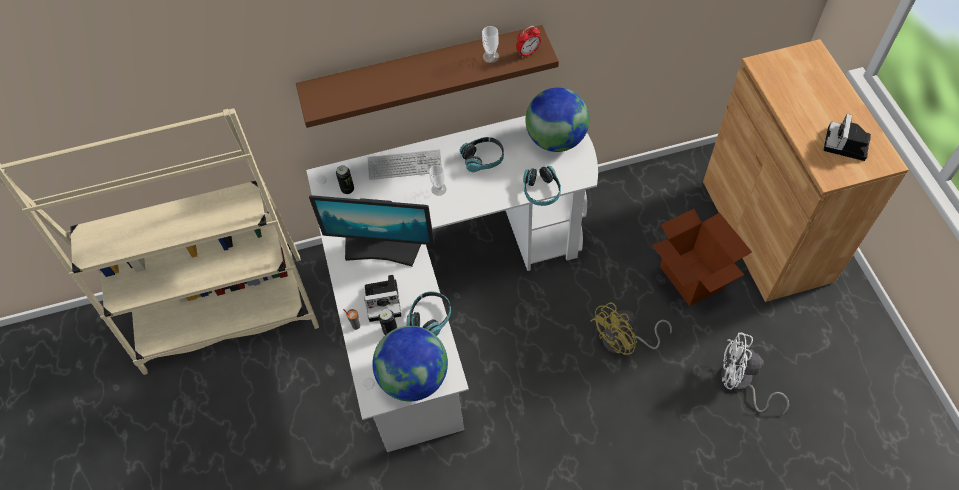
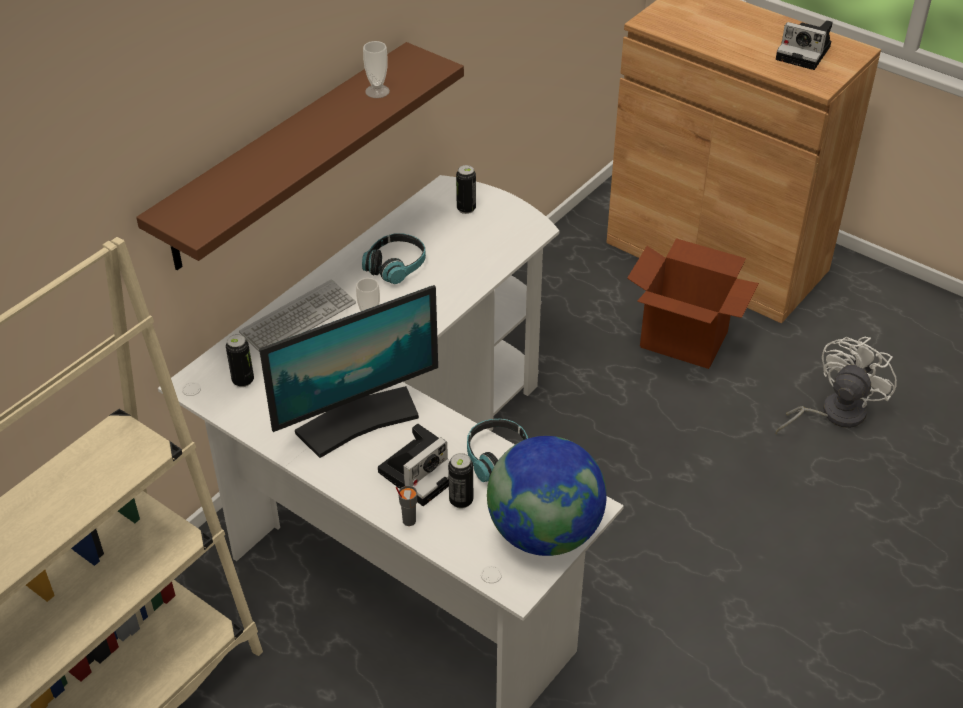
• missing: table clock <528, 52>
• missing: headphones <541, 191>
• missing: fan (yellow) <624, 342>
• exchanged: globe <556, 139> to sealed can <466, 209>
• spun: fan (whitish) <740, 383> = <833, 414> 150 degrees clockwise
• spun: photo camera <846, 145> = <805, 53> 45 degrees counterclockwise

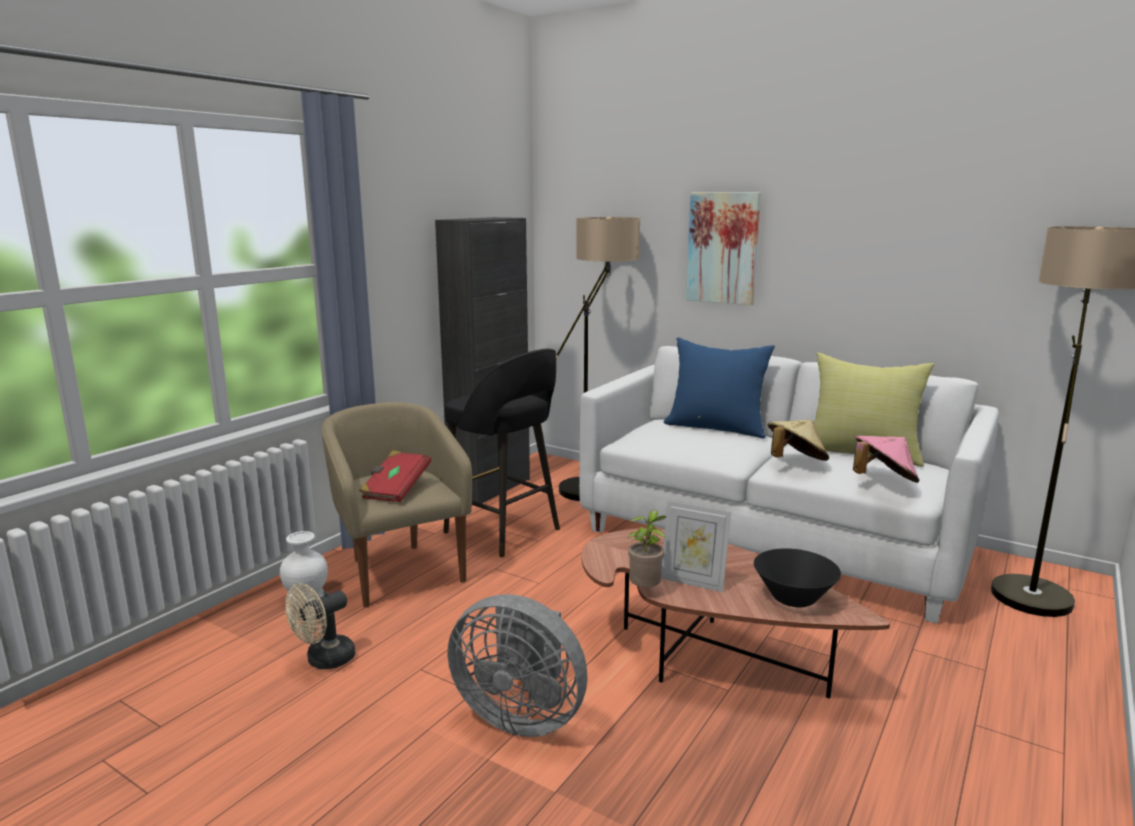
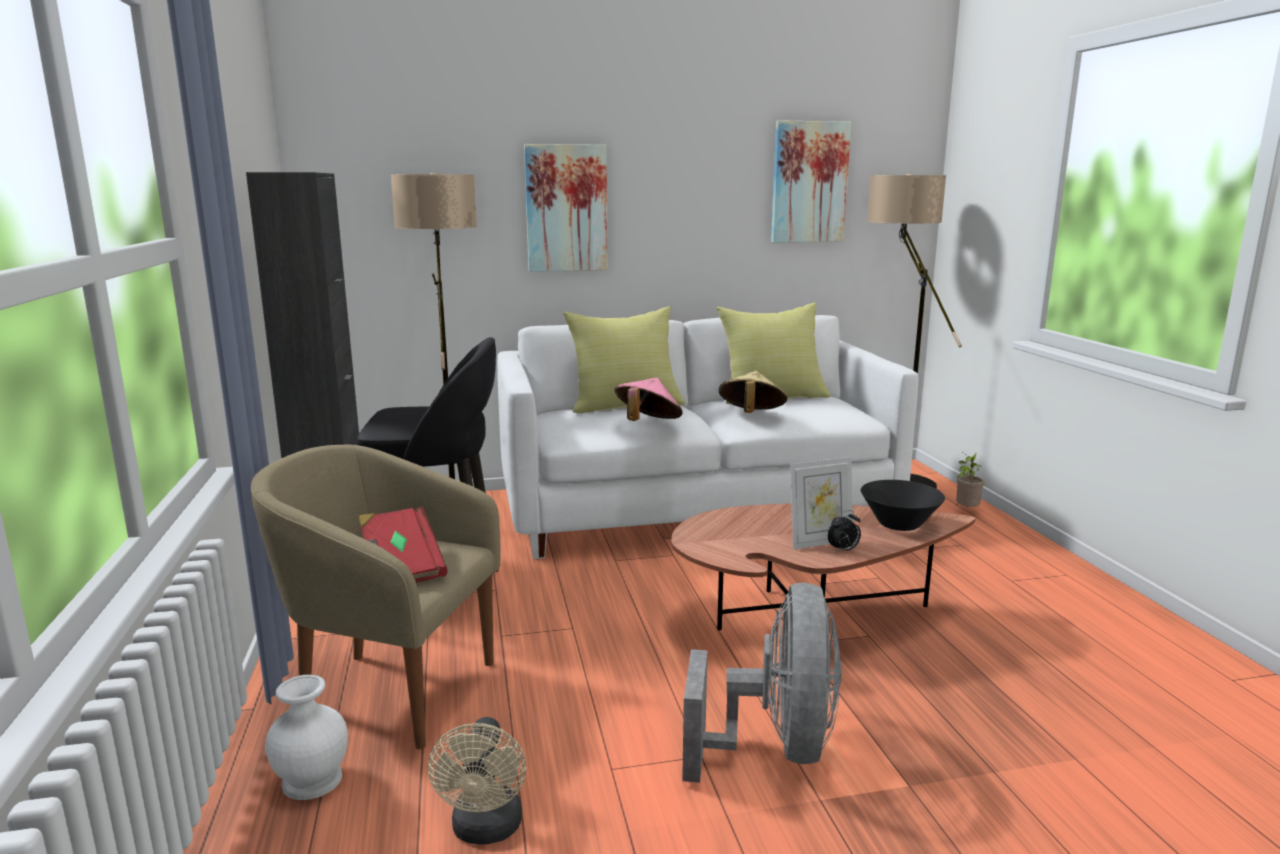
• appeared: wall art <809, 182>
• appeared: table clock <843, 550>
• relocated: plant in a pot <646, 591> to <966, 511>
• relocated: clothing hat (pink) <883, 480> to <647, 424>
• colour: throw pillow (blue) <716, 427> to throw pillow (yellow) <625, 405>
• spun: fan (greyish) <521, 715> = <775, 747> 60 degrees counterclockwise

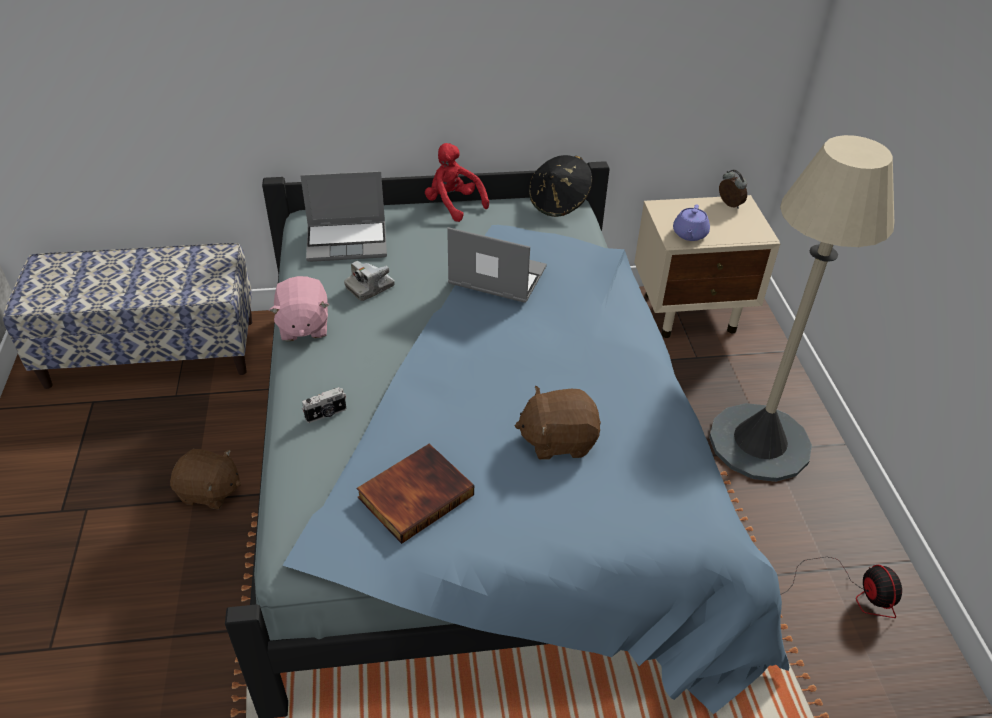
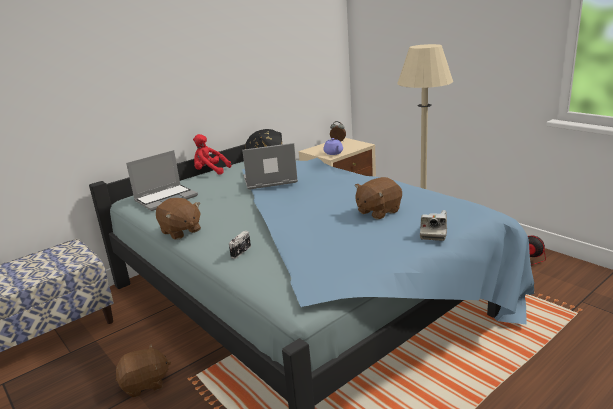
• missing: volume <415, 494>
• relocated: photo camera <370, 287> to <433, 233>
• colour: plush toy (pink) <303, 326> to plush toy (brown) <180, 231>

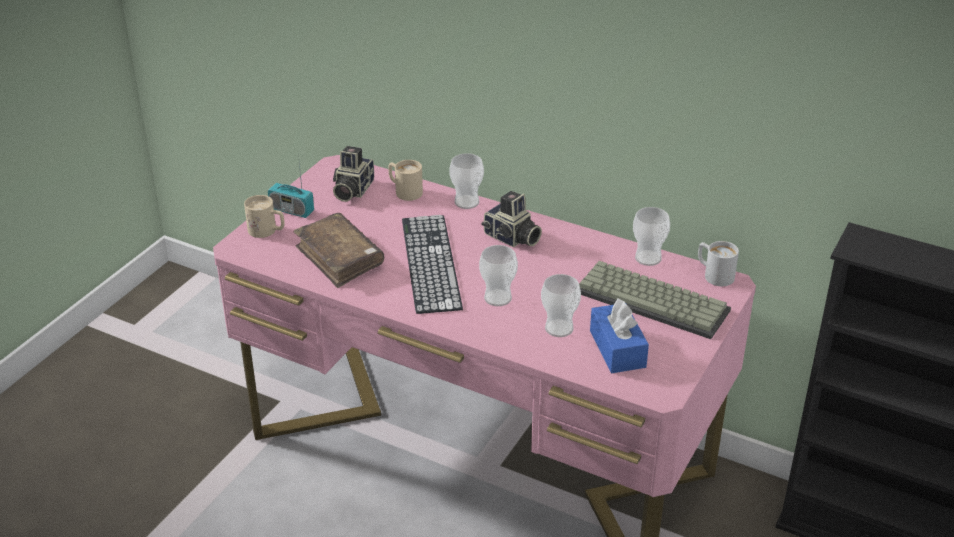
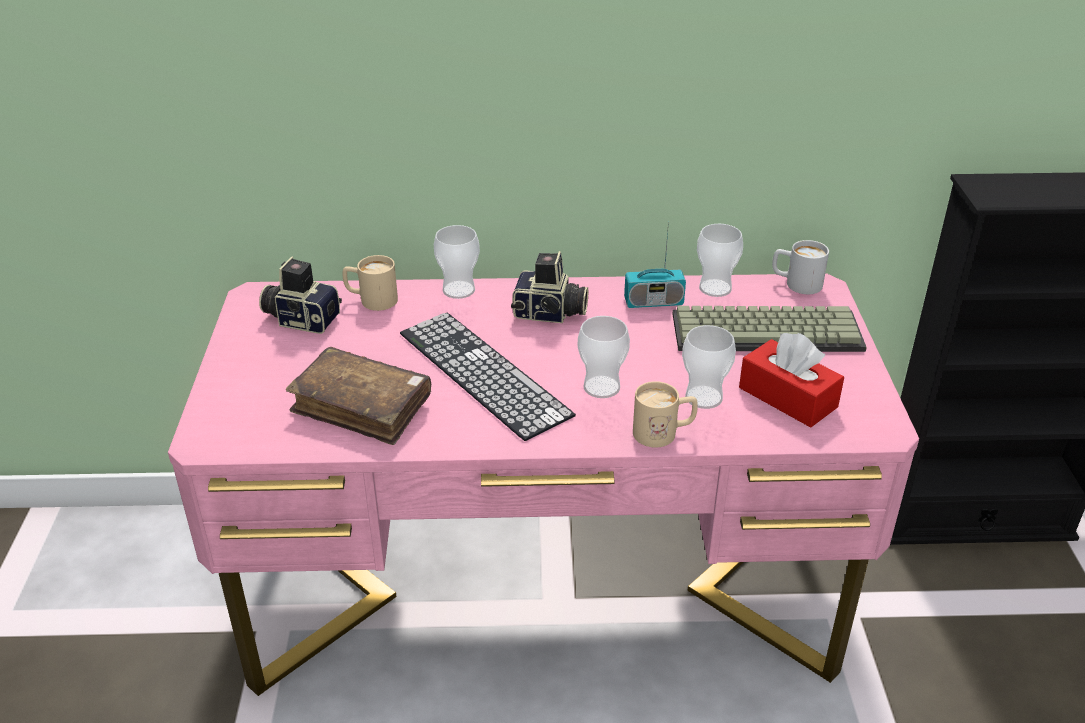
• relocated: tea mug (beige-coloured) <267, 231> to <664, 433>
• relocated: radio receiver <291, 210> to <653, 302>
• colour: tissue holder (blue) <617, 349> to tissue holder (red-coloured) <787, 397>
• spun: photo camera <351, 190> = <302, 318> 120 degrees clockwise

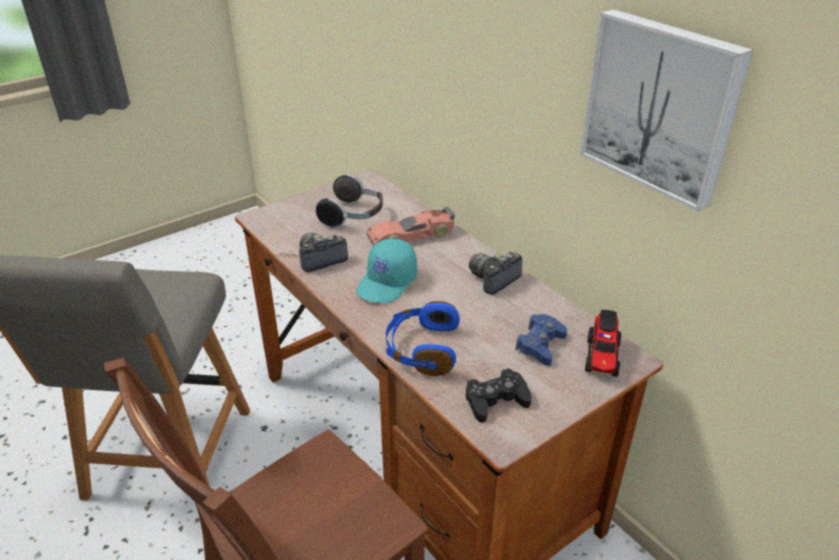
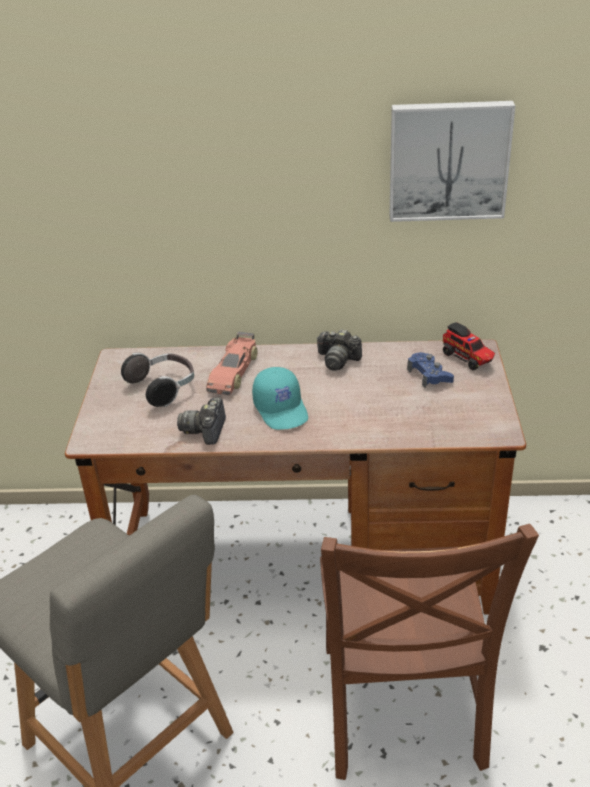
• missing: headphones (blue) <421, 349>
• missing: joypad (black-coloured) <496, 401>
• spun: photo camera <494, 280> = <338, 360> 60 degrees counterclockwise

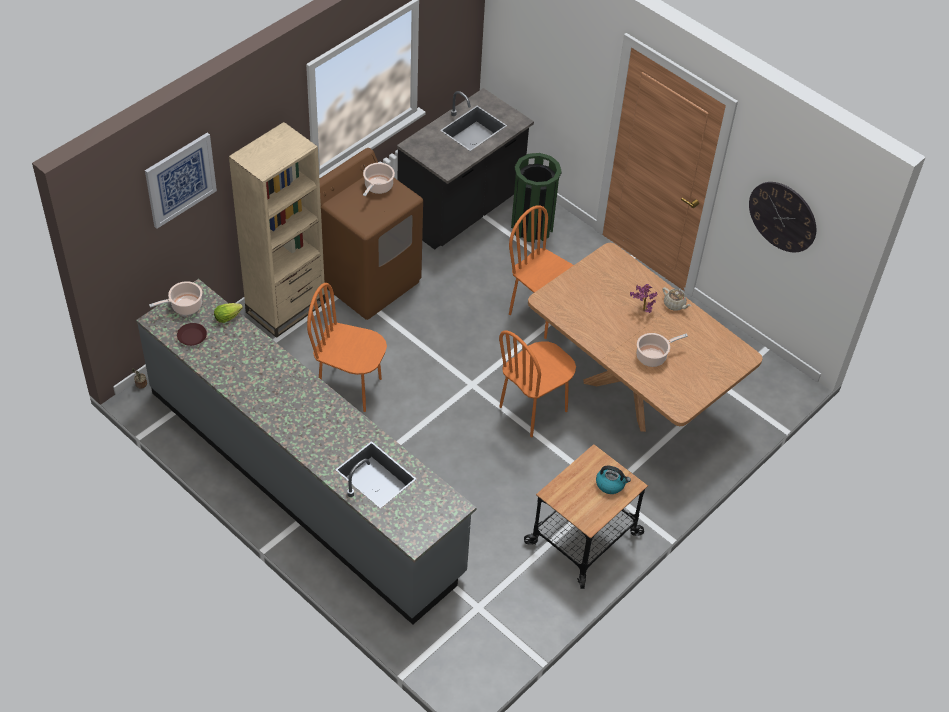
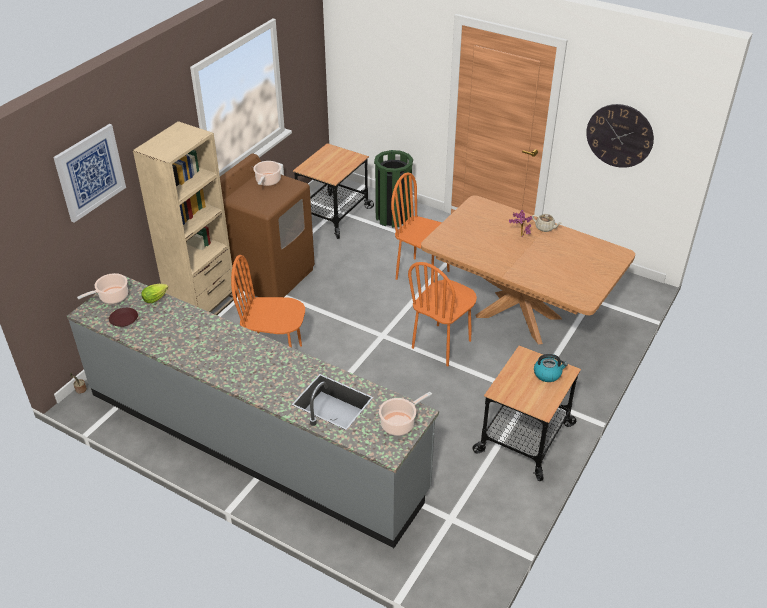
• relocated: saucepot <653, 356> to <399, 423>
• exchanged: kitchen base unit (black-coloured) <462, 210> to cart <333, 215>

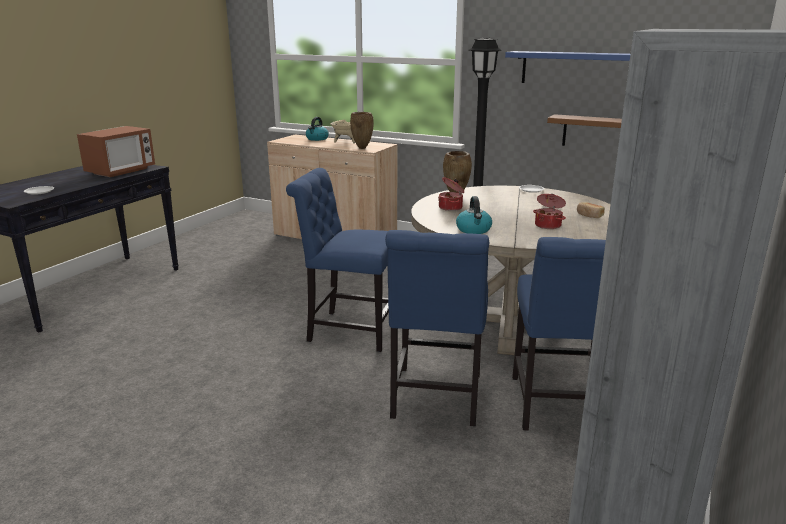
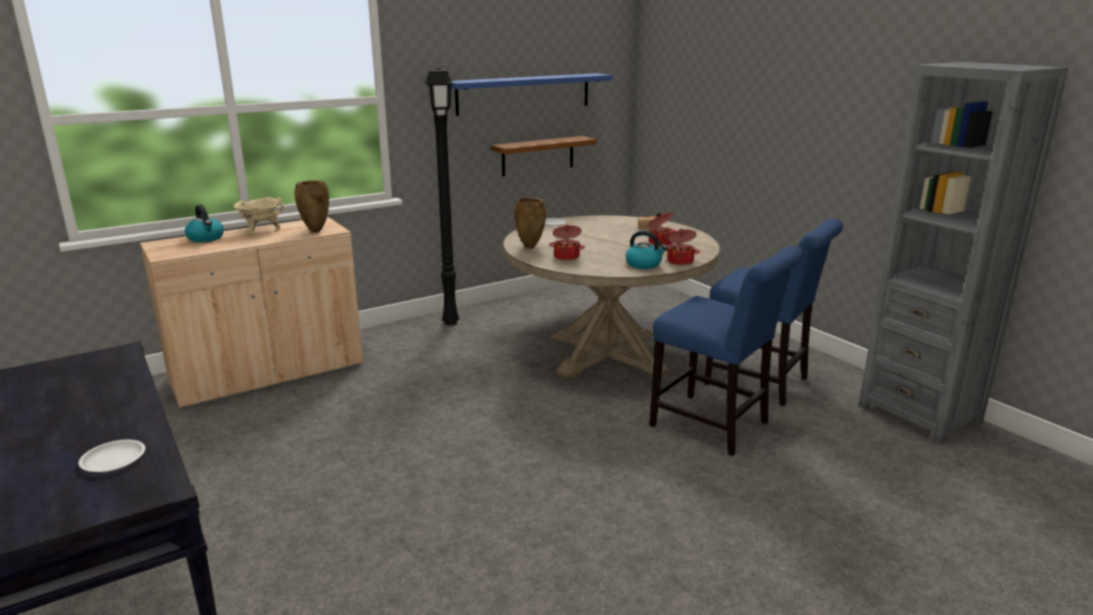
• missing: microwave oven <121, 171>
• missing: chair (blue) <349, 330>
• appeared: saucepot <680, 261>

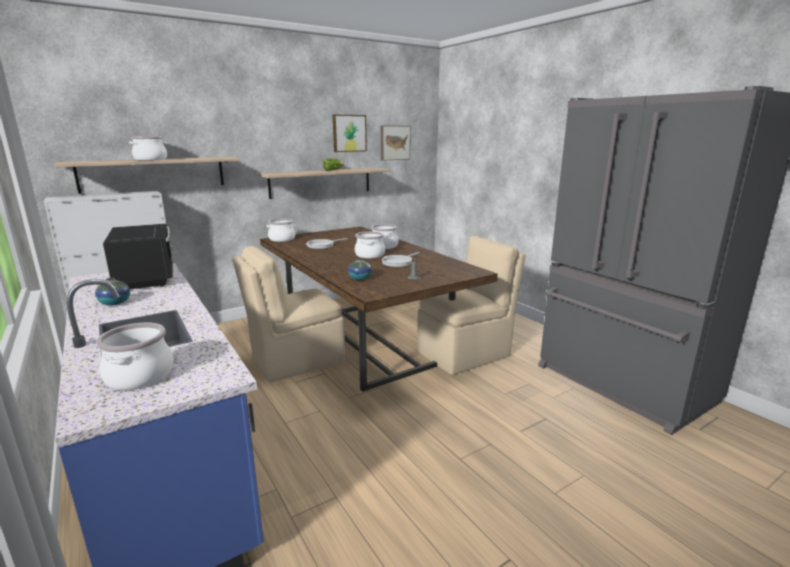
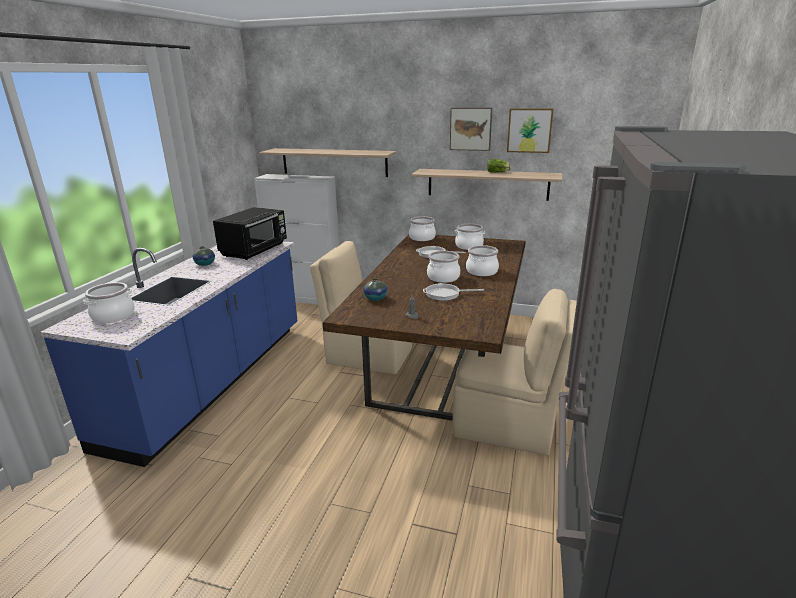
• relocated: saucepot <150, 159> to <469, 246>
• relocated: wall art <394, 142> to <470, 128>

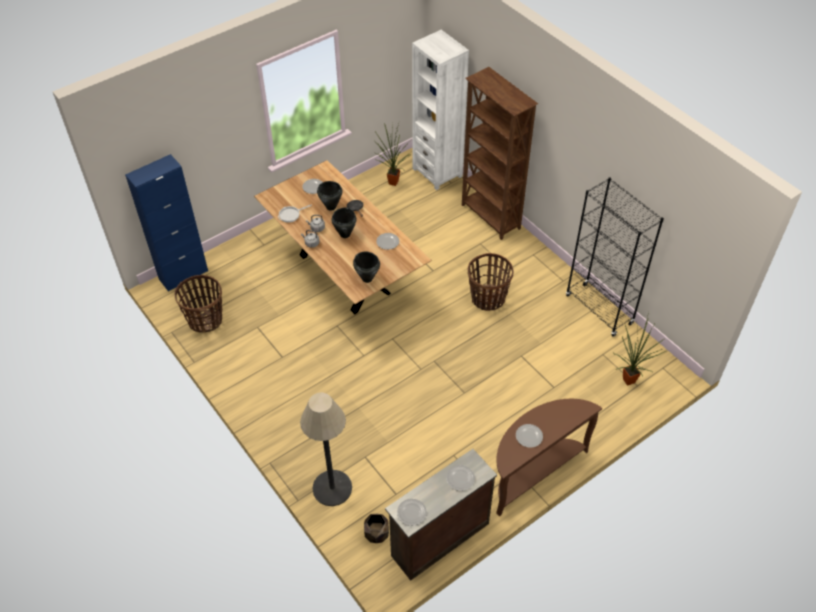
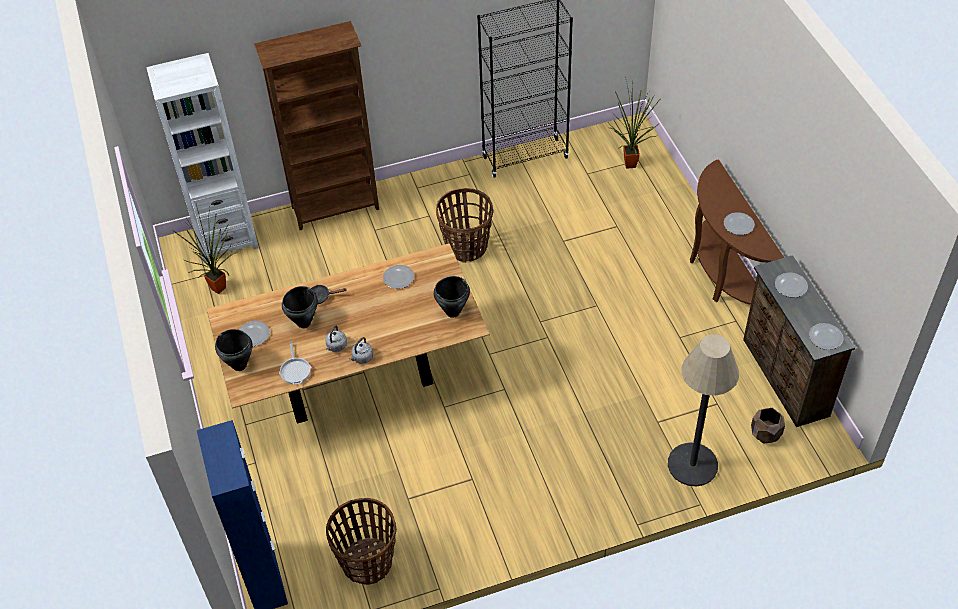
• relocated: saucepot (black-coloured) <344, 234> to <239, 365>

